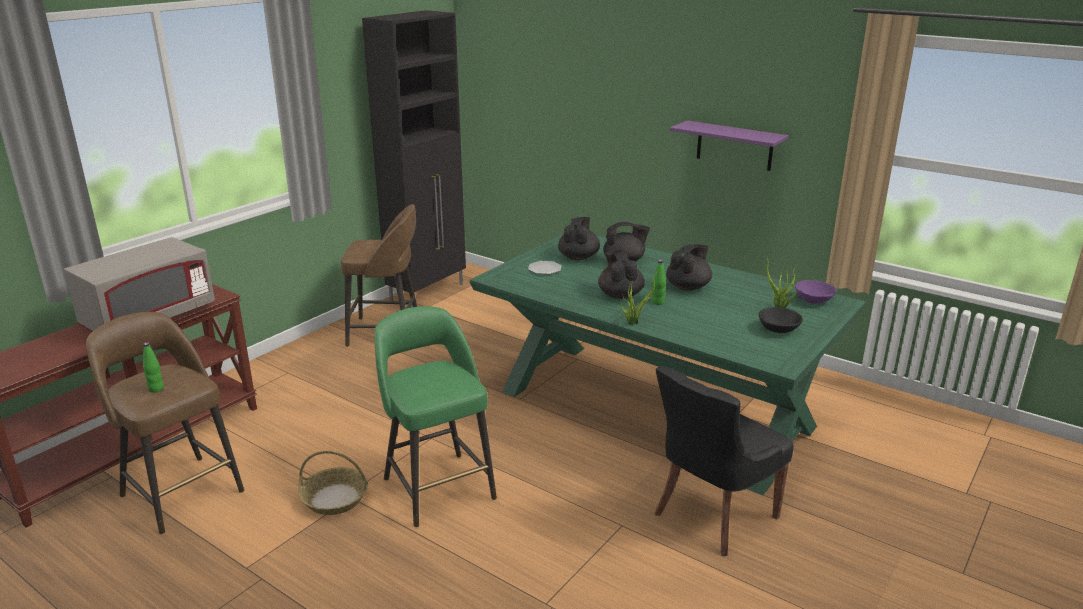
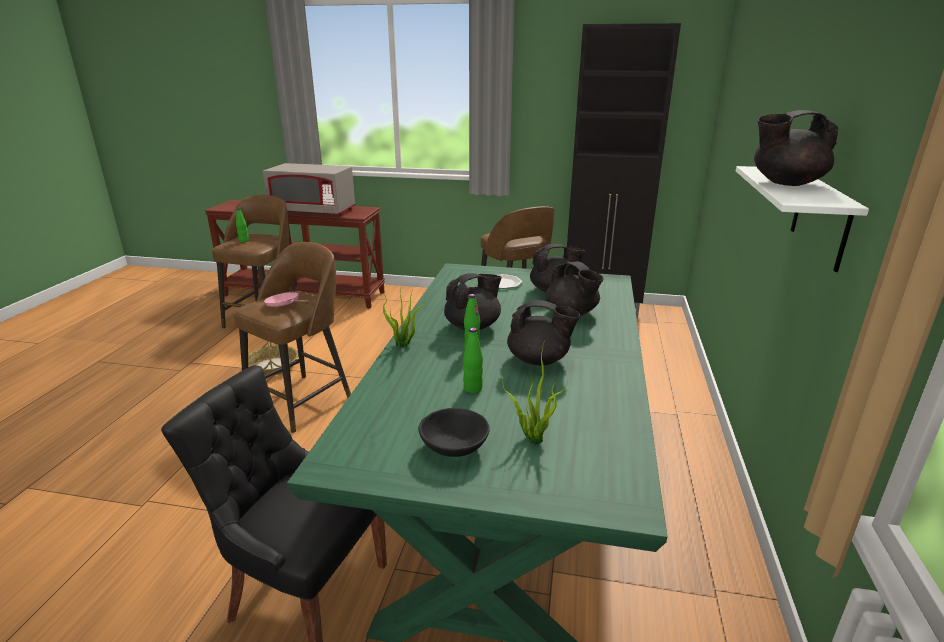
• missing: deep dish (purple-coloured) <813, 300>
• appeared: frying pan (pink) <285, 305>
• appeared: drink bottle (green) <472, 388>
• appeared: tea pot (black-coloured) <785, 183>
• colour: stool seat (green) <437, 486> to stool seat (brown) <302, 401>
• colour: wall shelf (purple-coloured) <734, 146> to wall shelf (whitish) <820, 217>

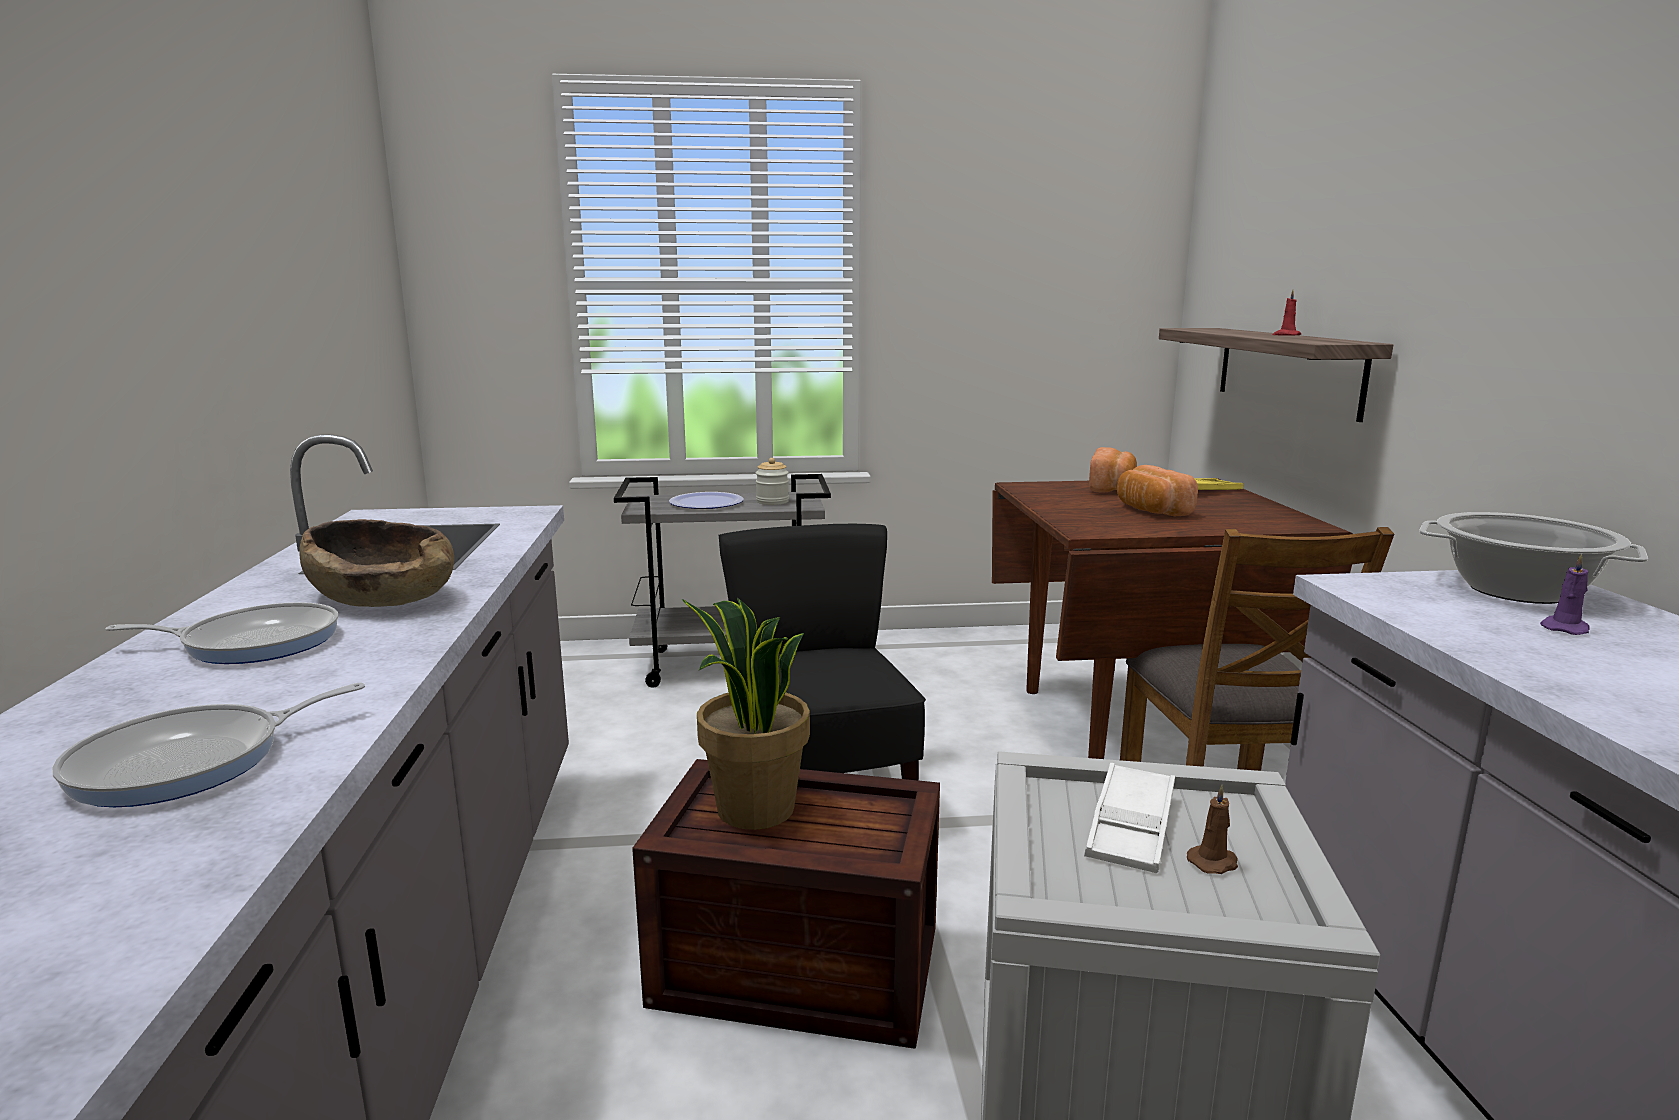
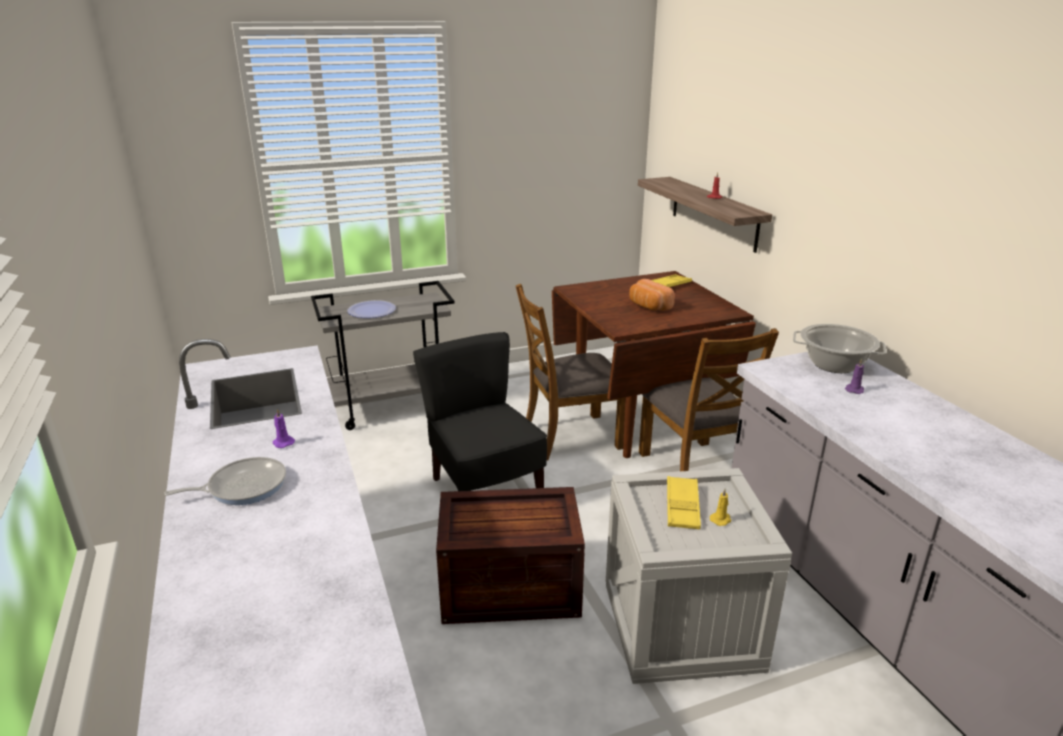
• missing: frying pan <190, 762>
• missing: plant in a pot <754, 810>
• missing: jar <772, 501>
• missing: bakery bread <1112, 488>
• appeared: chair (brown) <571, 437>
• exchanged: deep dish (brown) <384, 598> to wax light (purple-coloured) <283, 442>
• colour: tray (whitish) <1131, 827> to tray (yellow) <682, 507>
• colour: wax light (brown) <1214, 862> to wax light (yellow) <721, 519>

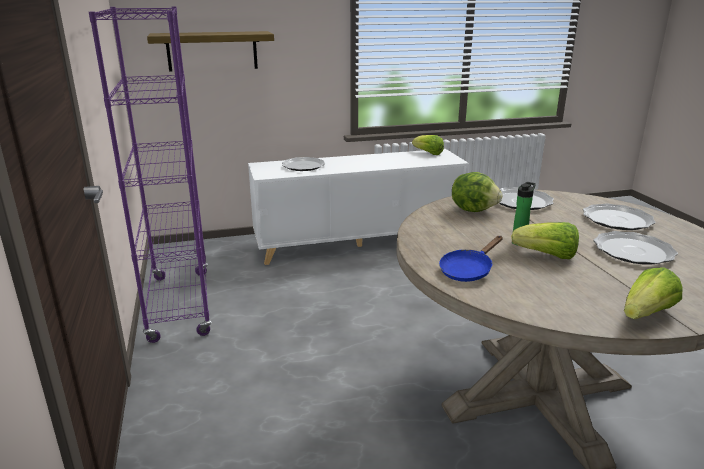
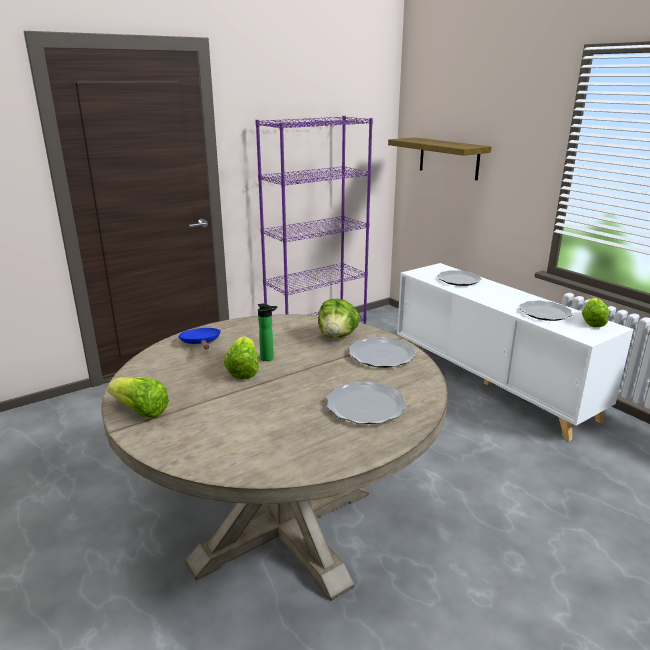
• relocated: flat dish <632, 251> to <544, 313>
• spun: frying pan (blue) <468, 270> = <201, 343> 45 degrees clockwise

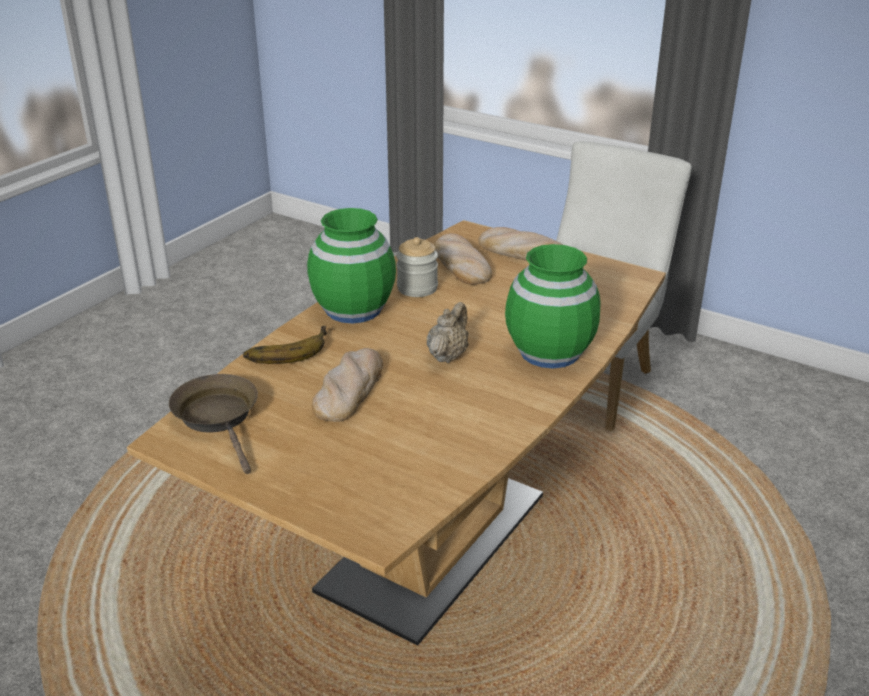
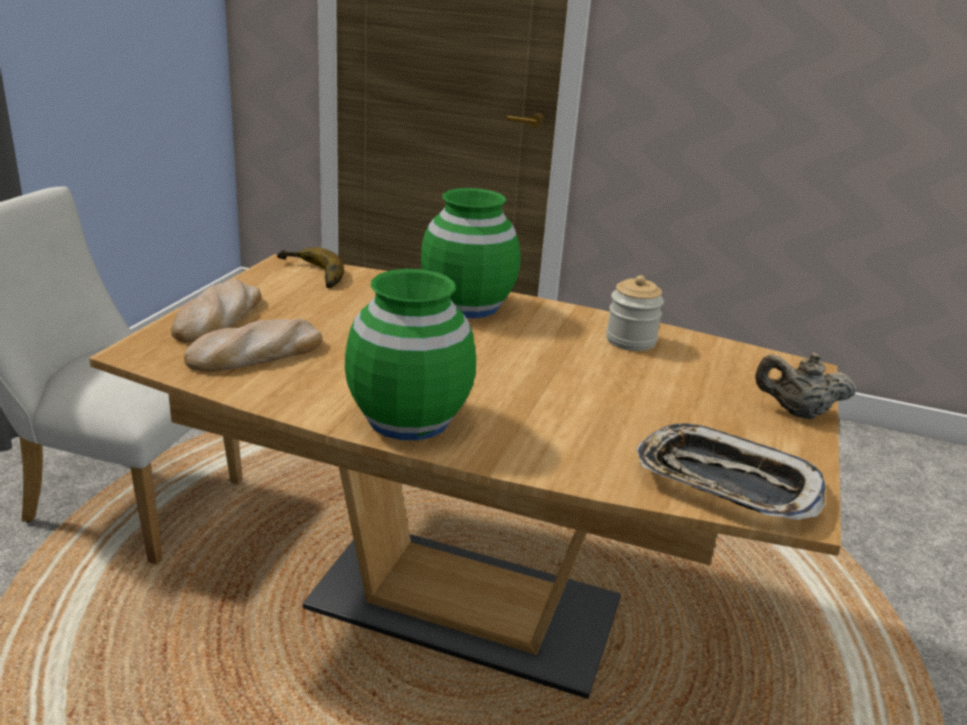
• missing: bakery bread <349, 389>
• relocated: whole banana <286, 349> to <309, 274>
• relocated: jar <417, 288> to <630, 340>
• relocated: tea pot (beige-coloured) <447, 355> to <797, 412>
• exchanged: frying pan (brown) <219, 418> to tray <725, 482>

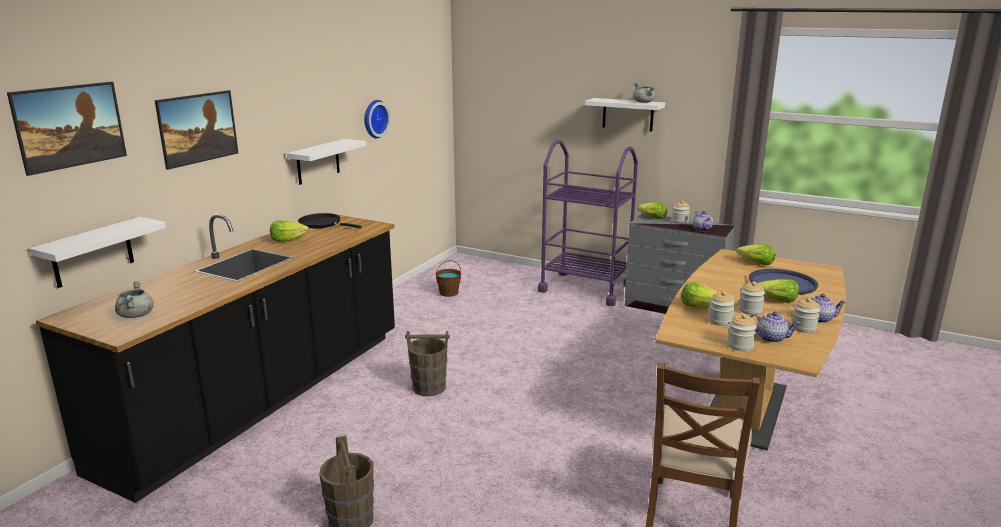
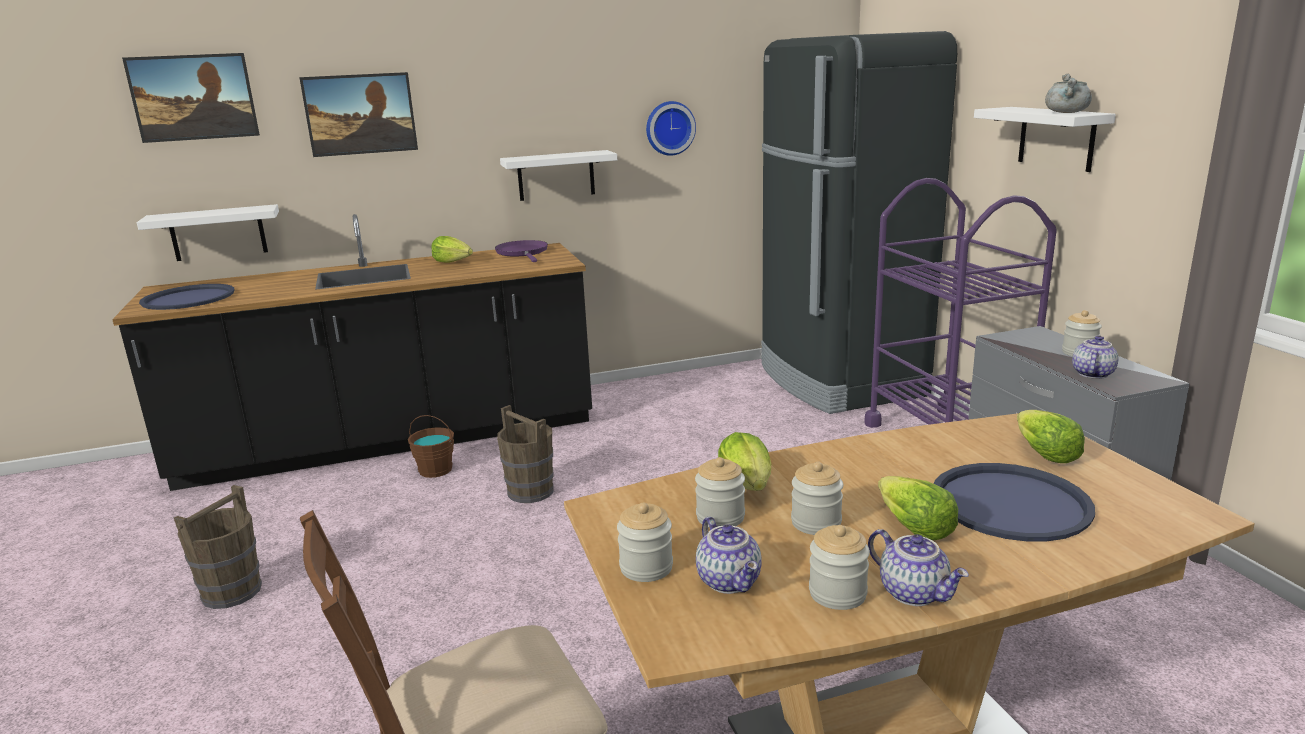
• missing: lettuce head <652, 218>
• appeared: kitchen fridge (black-coloured) <838, 381>
• relocated: water bucket (brown) <448, 293> to <435, 470>
• exchanged: saucepot (greyish) <135, 315> to tray (blue) <188, 298>
• colour: frying pan (black-coloured) <322, 224> to frying pan (purple-coloured) <523, 253>

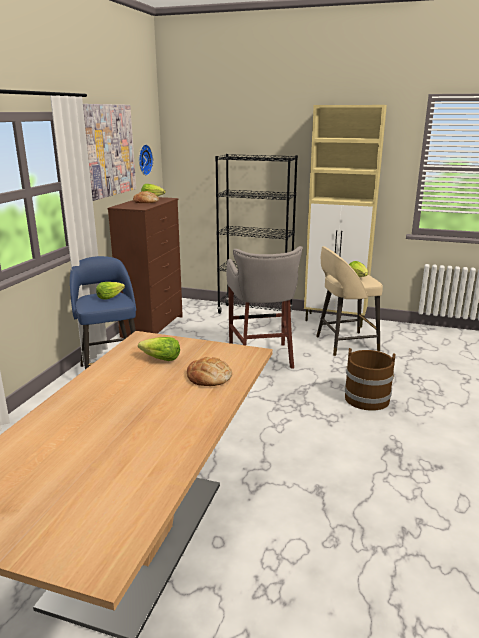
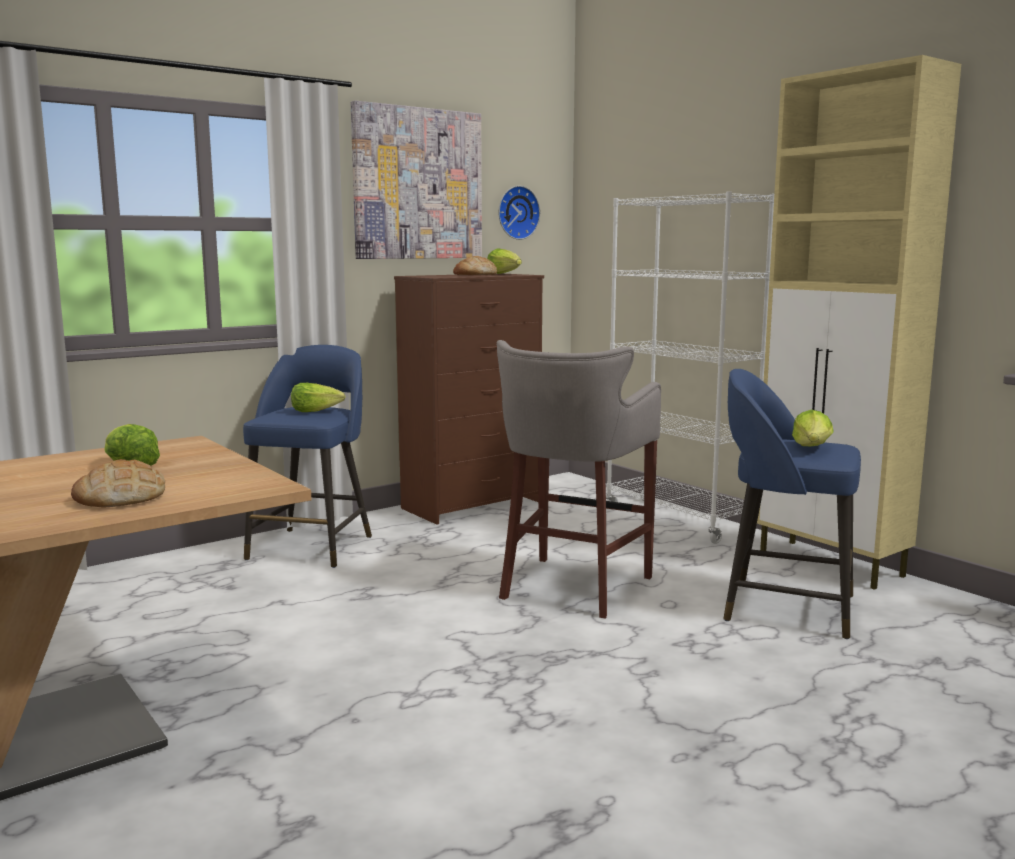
• missing: water bucket (brown) <367, 398>
• colour: bookcase (black-coloured) <255, 313> to bookcase (whitish) <678, 520>
• colour: stool seat (beige-coloured) <344, 344> to stool seat (blue) <784, 607>

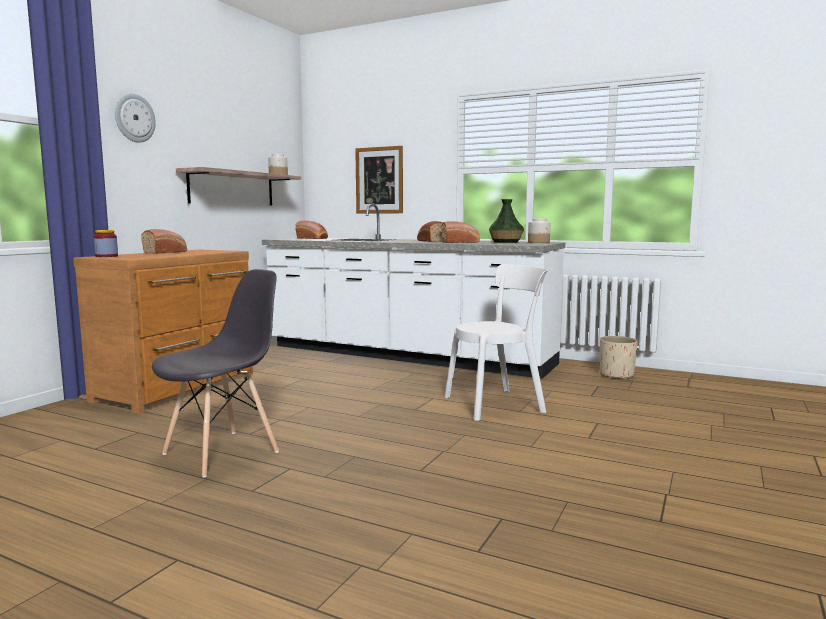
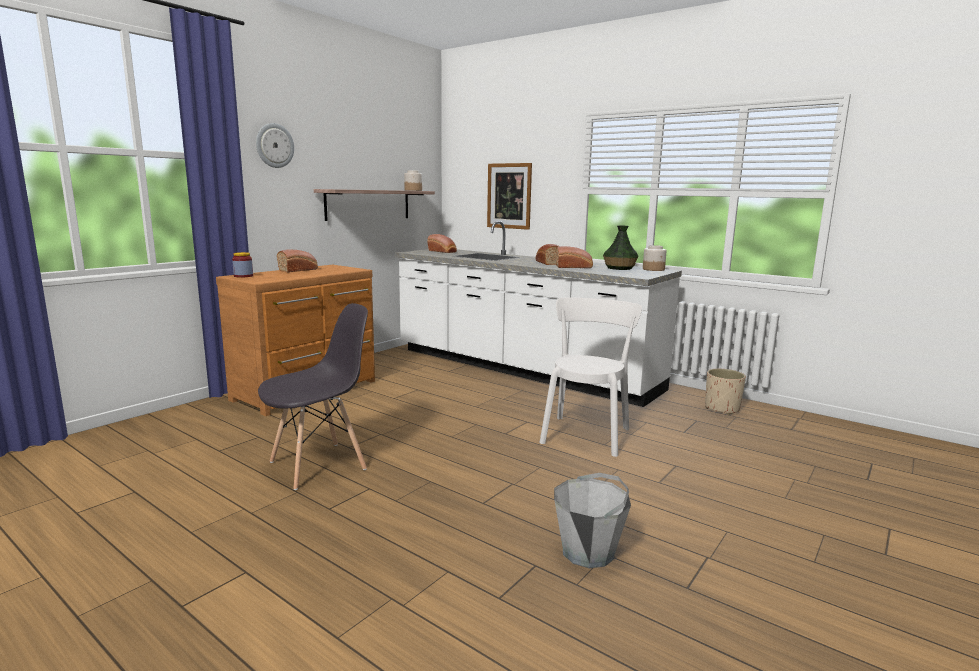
• appeared: water bucket (greyish) <588, 552>
• spun: chair (whitish) <498, 403> = <586, 433> 60 degrees counterclockwise

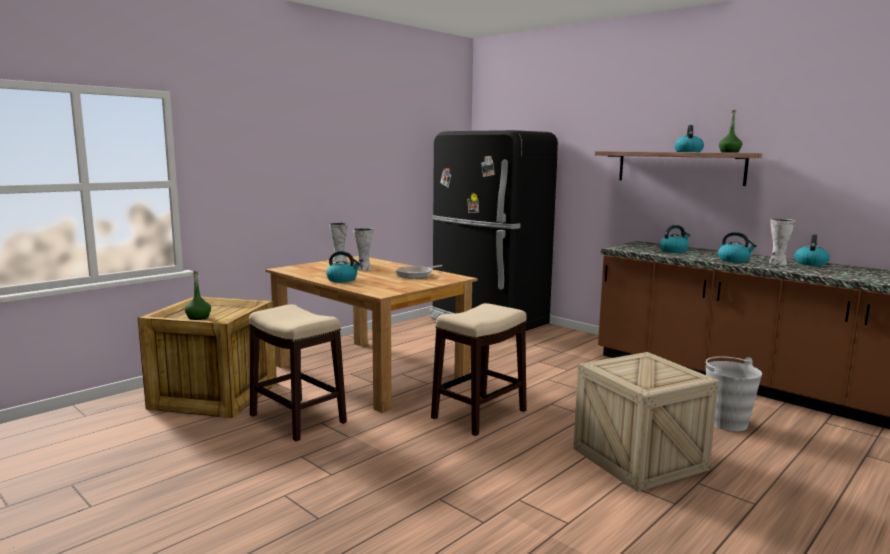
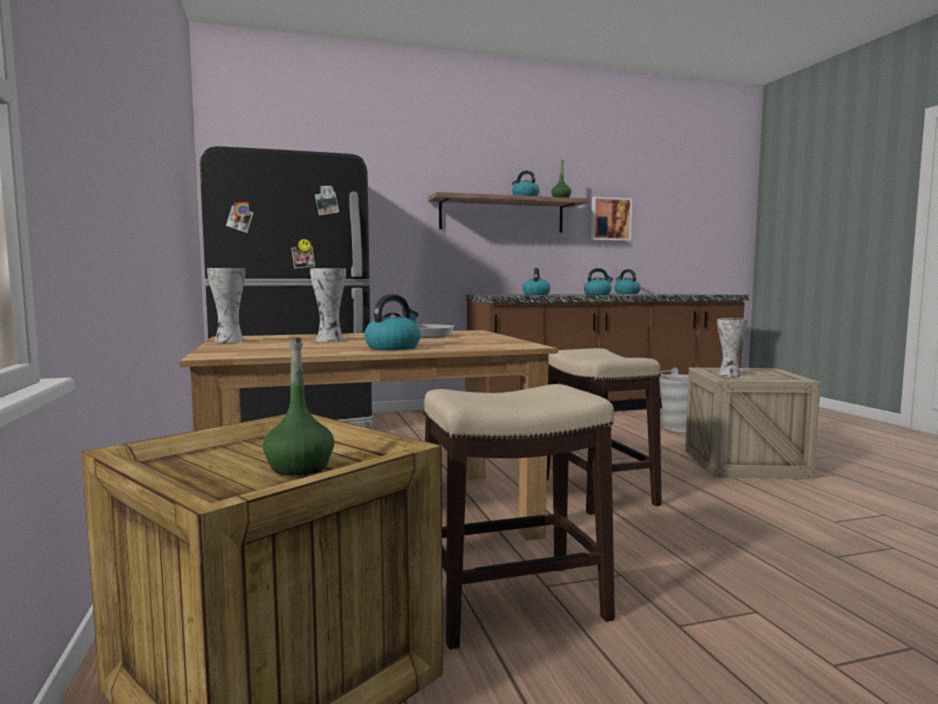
• appeared: wall art <610, 219>
• relocated: vase <776, 263> to <728, 375>

